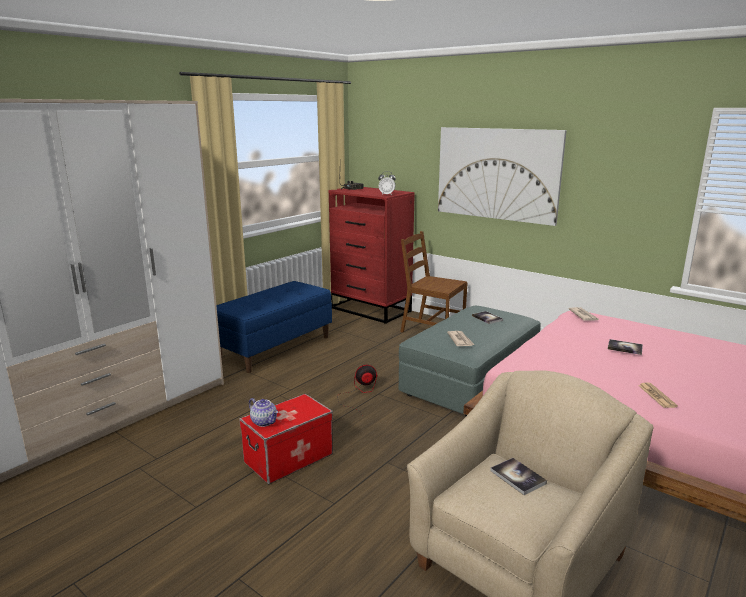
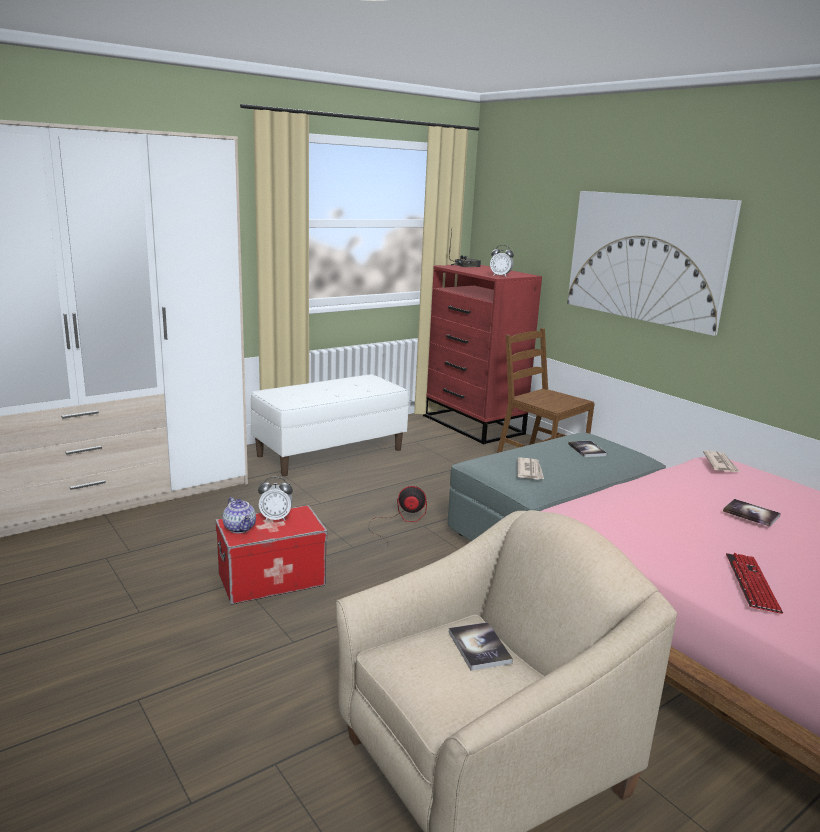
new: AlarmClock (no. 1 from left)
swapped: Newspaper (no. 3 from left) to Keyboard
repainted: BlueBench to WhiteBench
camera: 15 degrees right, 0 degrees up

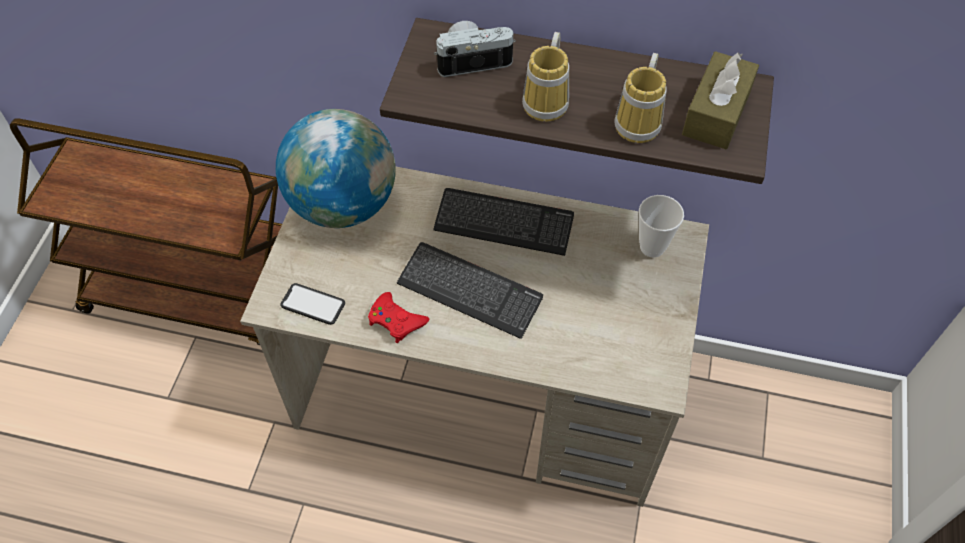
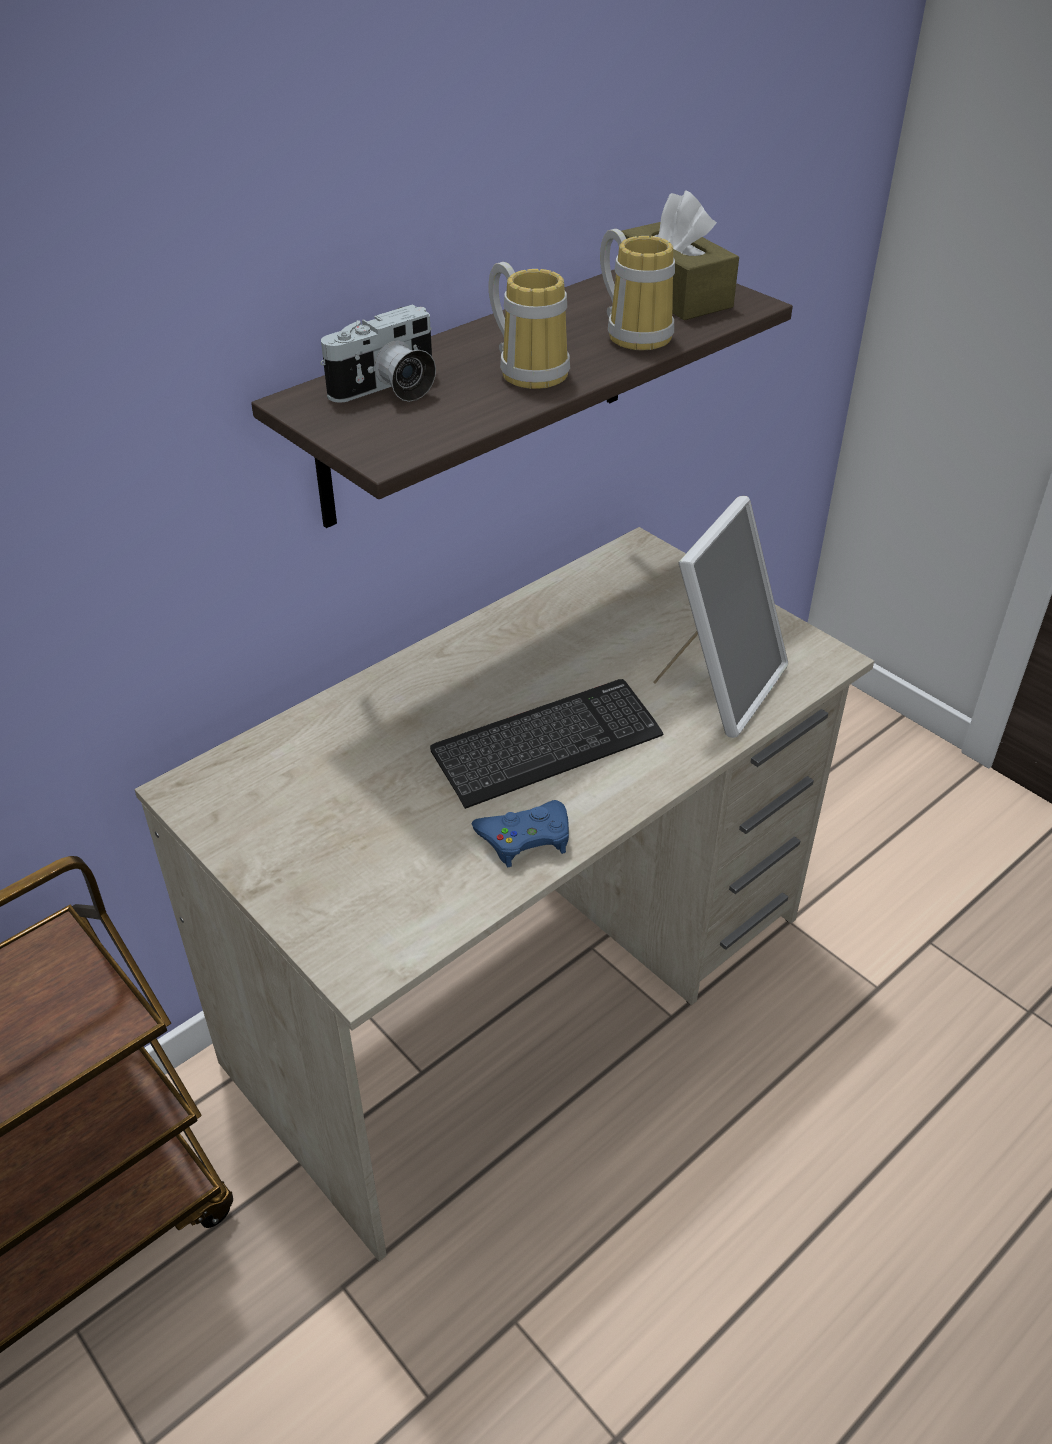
gone: Globe; Phone; Keyboard (no. 2 from left); Cup
new: PictureFrame
repainted: RedGameController to BlueGameController
rotated: PhotoCamera 150 degrees counterclockwise
camera: 55 degrees left, 15 degrees down

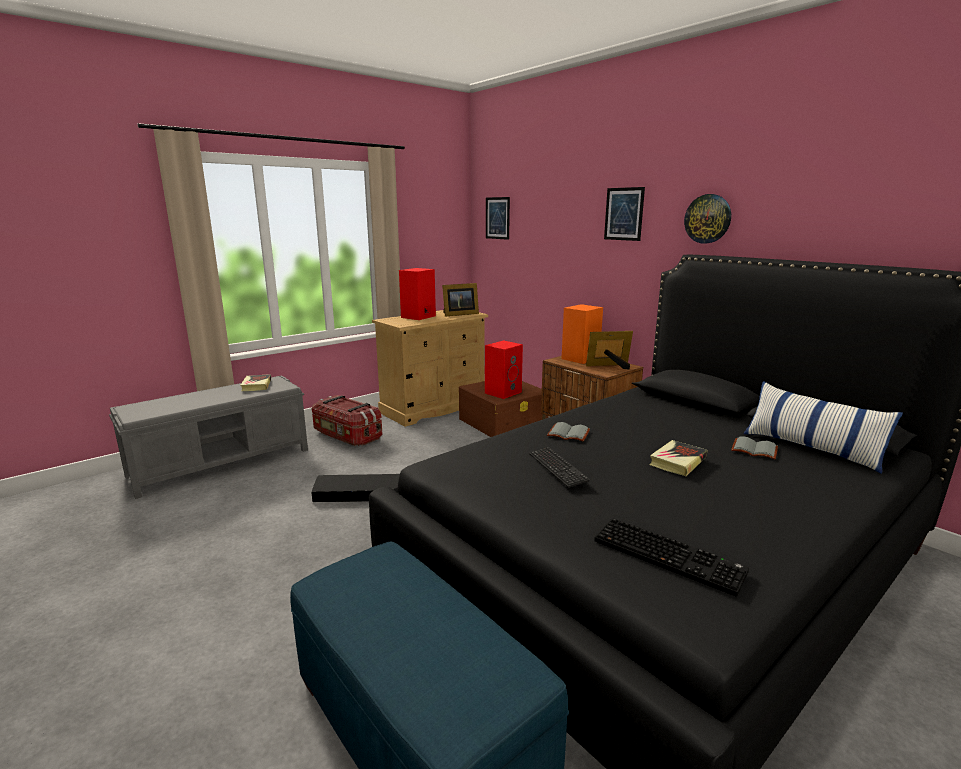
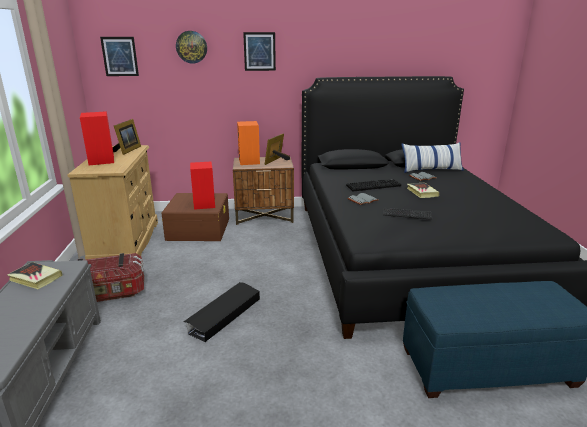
shifted: WallClock; Keyboard (no. 2 from left in the first image) to Keyboard (no. 1 from left)
camera: 55 degrees left, 5 degrees up

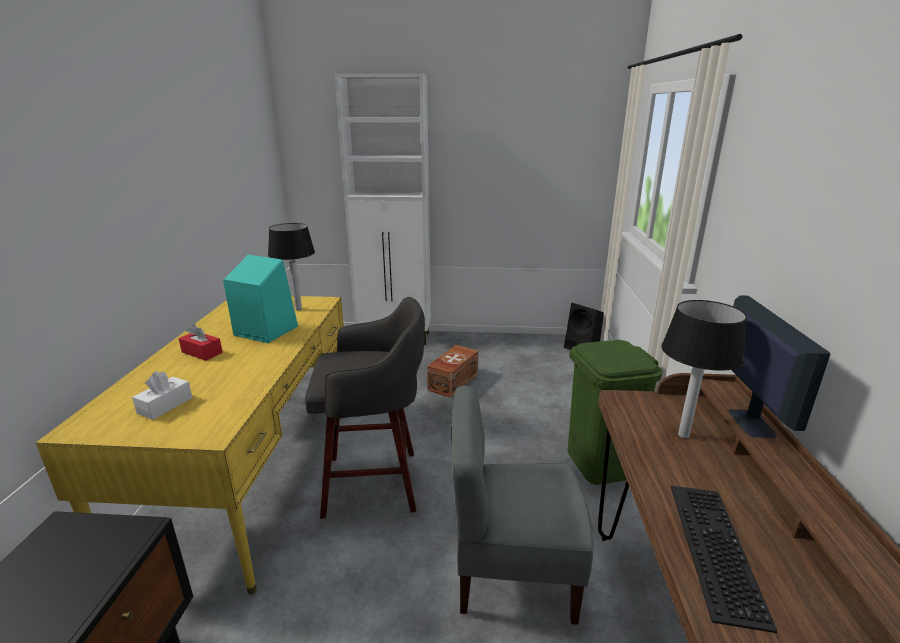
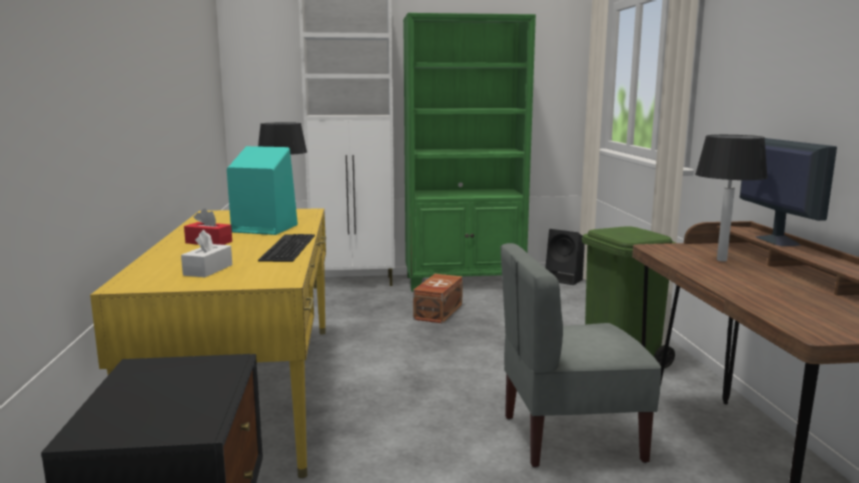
gone: GreyStool
new: GreenBookcase
shifted: Keyboard
camera: 10 degrees left, 10 degrees down

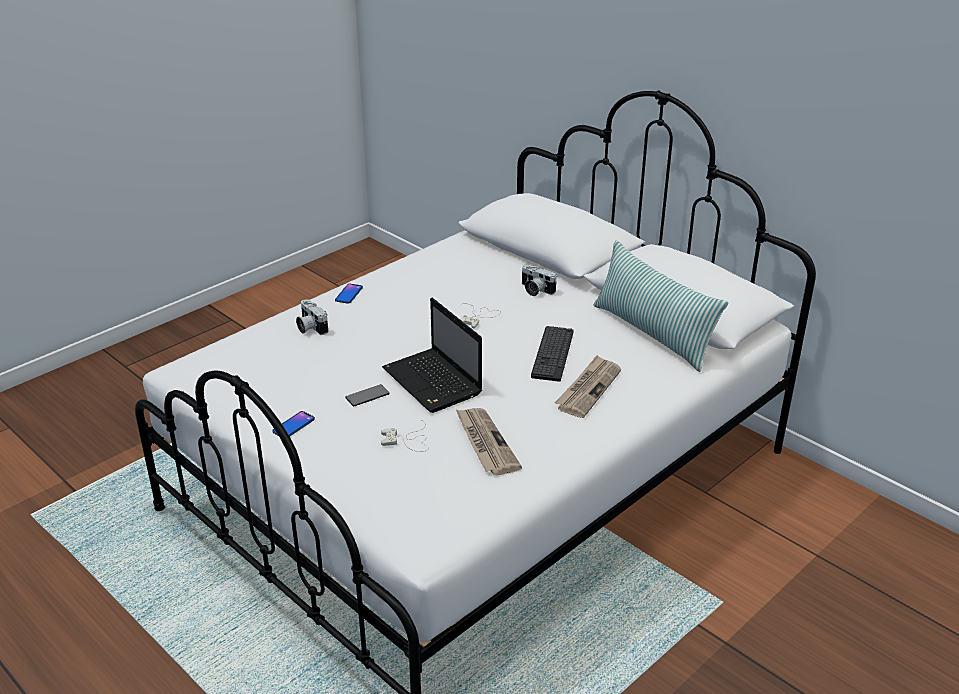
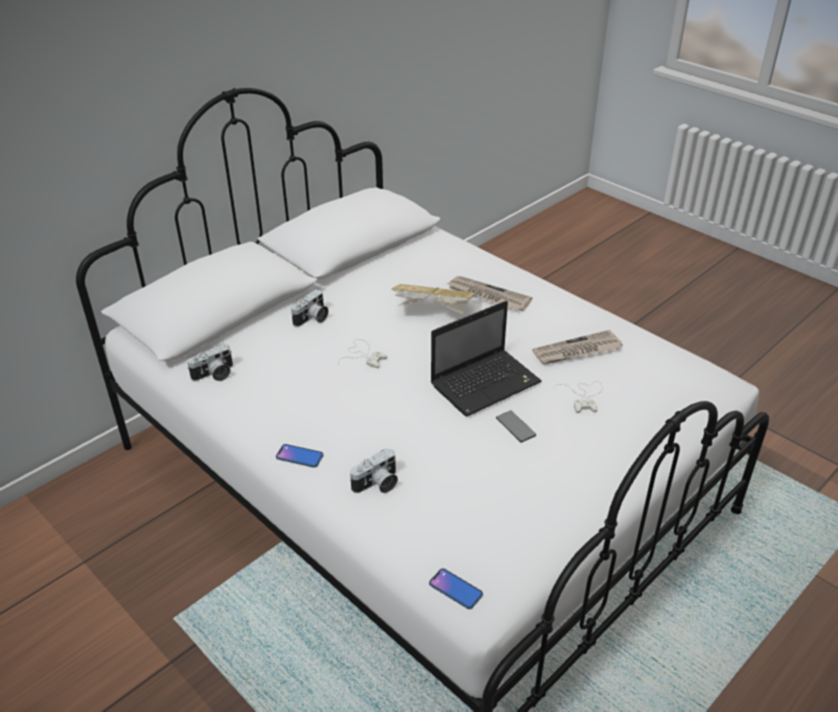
gone: Pillow
new: PhotoCamera (no. 1 from left)
shifted: Phone (no. 1 from left in the first image) to Phone (no. 2 from left)
swapped: Keyboard to Book
camera: 90 degrees left, 5 degrees up

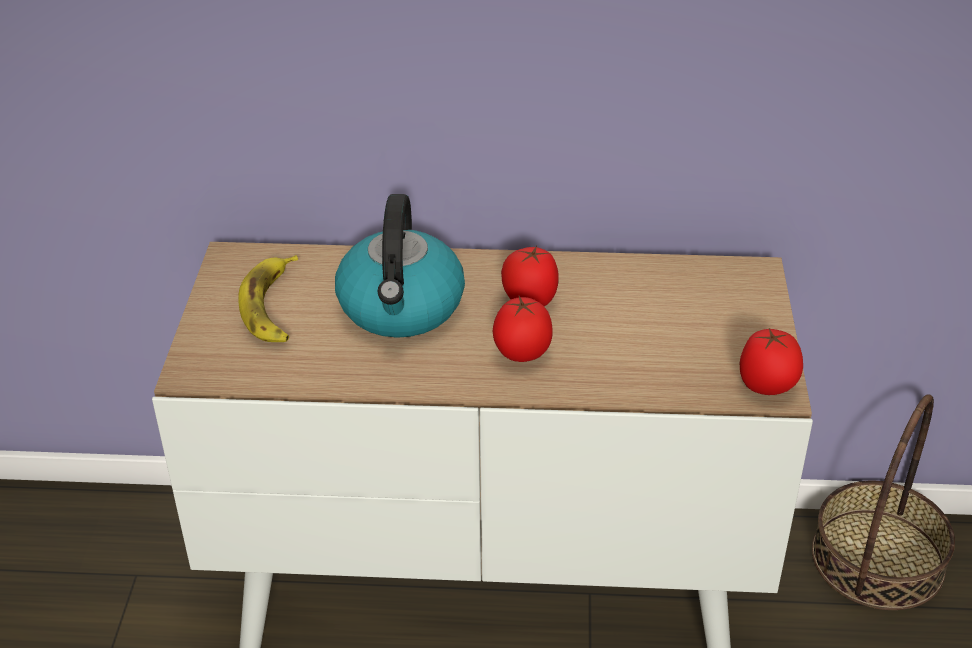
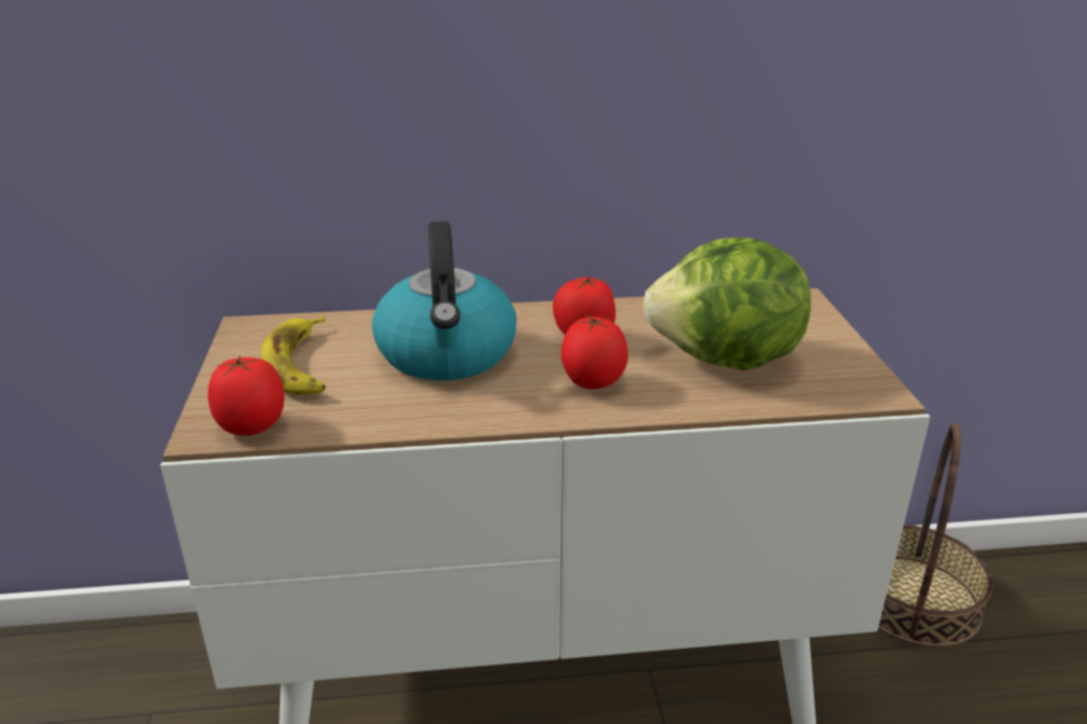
new: Lettuce
shifted: Tomato (no. 3 from left in the first image) to Tomato (no. 1 from left)
camera: 10 degrees left, 10 degrees down

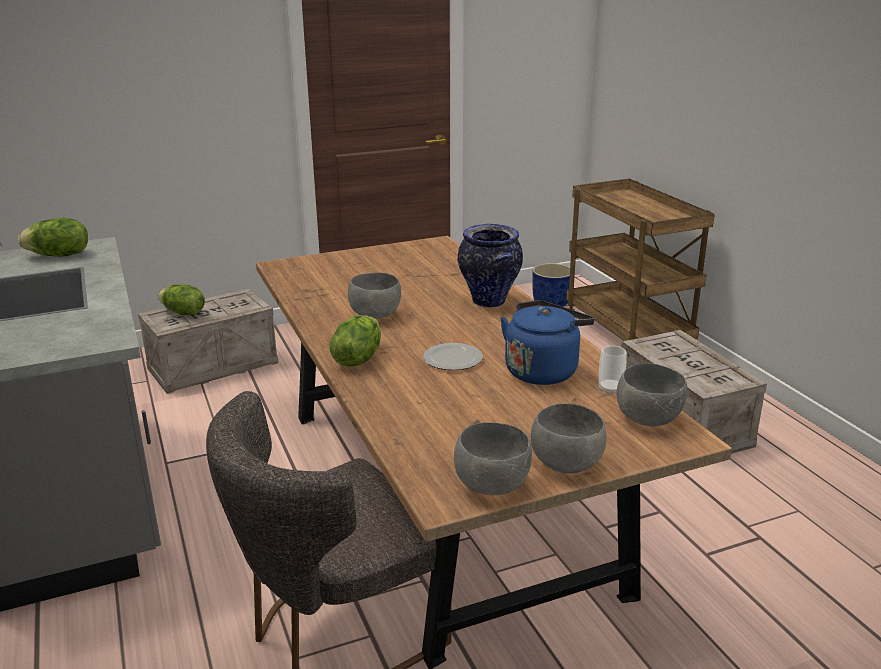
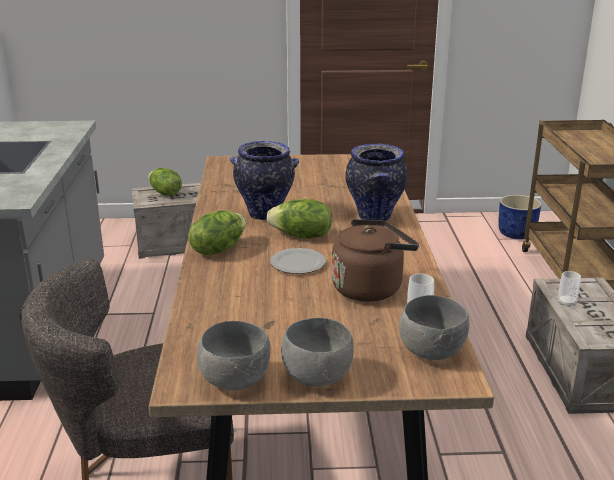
new: Cup (no. 2 from left)
shifted: Lettuce (no. 1 from left in the first image) to Lettuce (no. 3 from left)
swapped: GreyBowl (no. 1 from left) to Vase (no. 1 from left)
repainted: BlueKettle to BrownKettle
camera: 20 degrees right, 0 degrees up

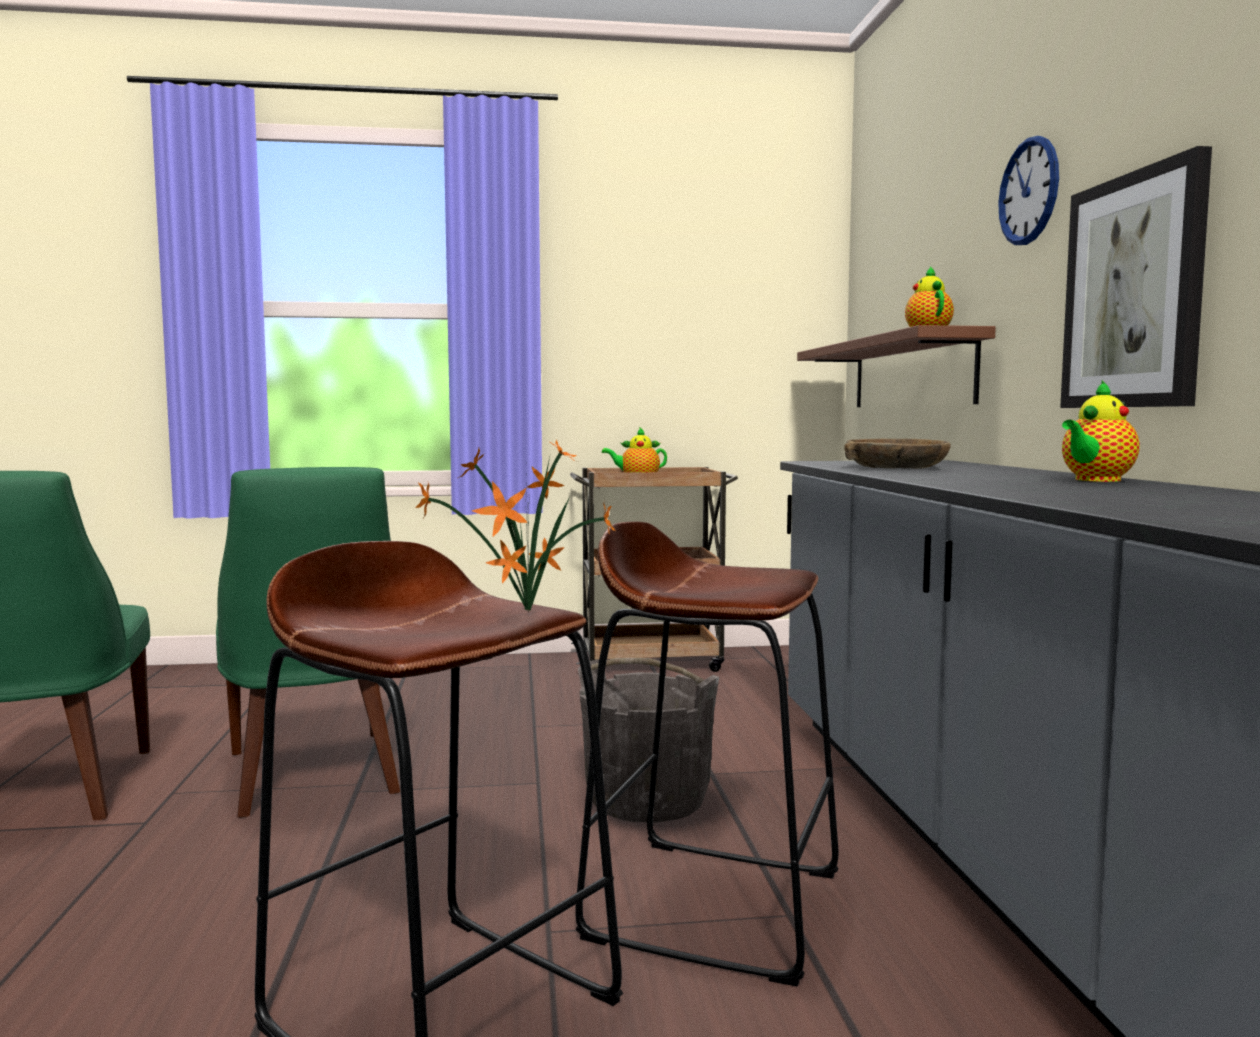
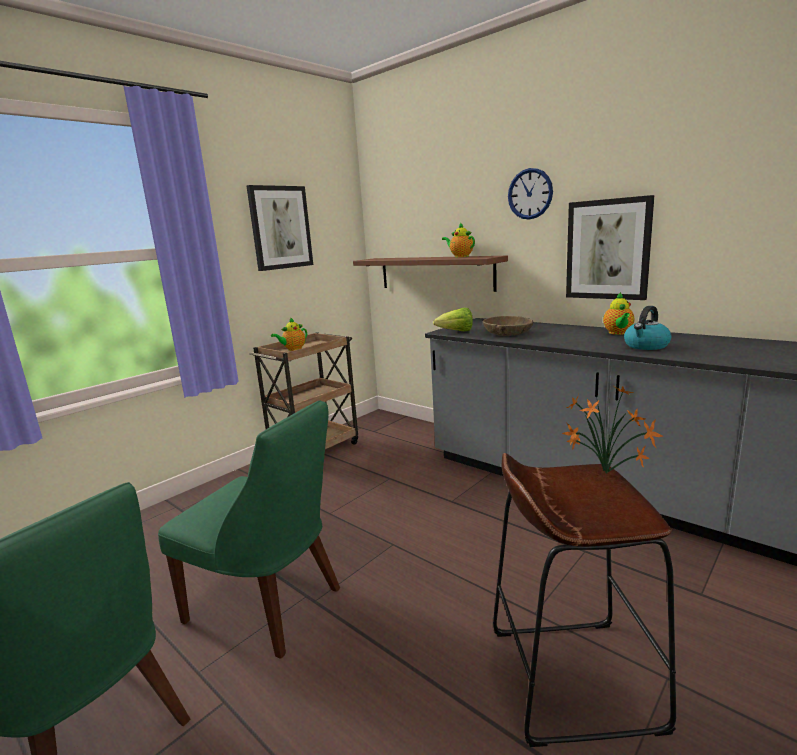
gone: BrownStool (no. 2 from left); GreyBucket
new: Picture (no. 1 from left); Lettuce; Kettle
camera: 40 degrees left, 10 degrees up

